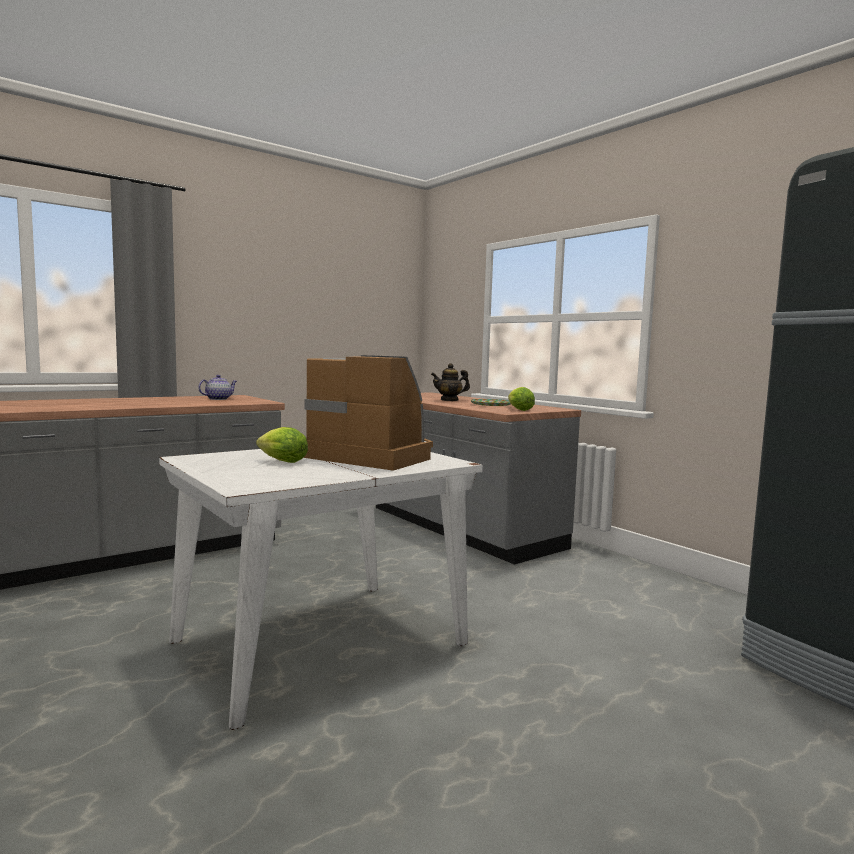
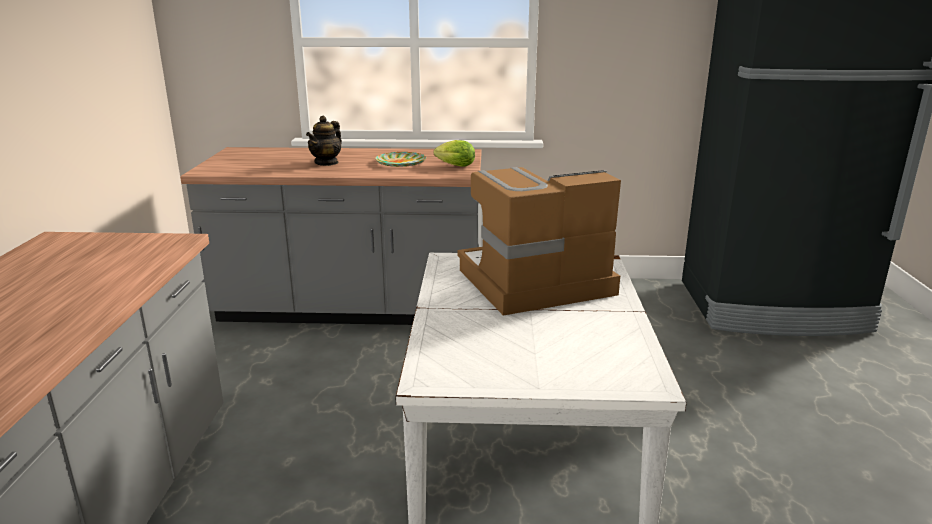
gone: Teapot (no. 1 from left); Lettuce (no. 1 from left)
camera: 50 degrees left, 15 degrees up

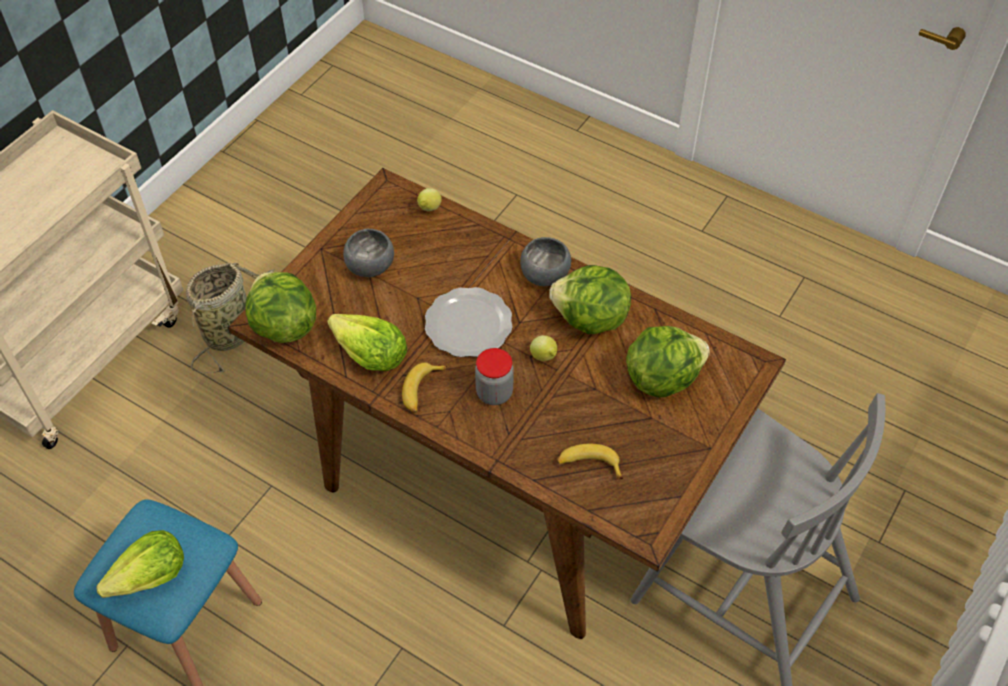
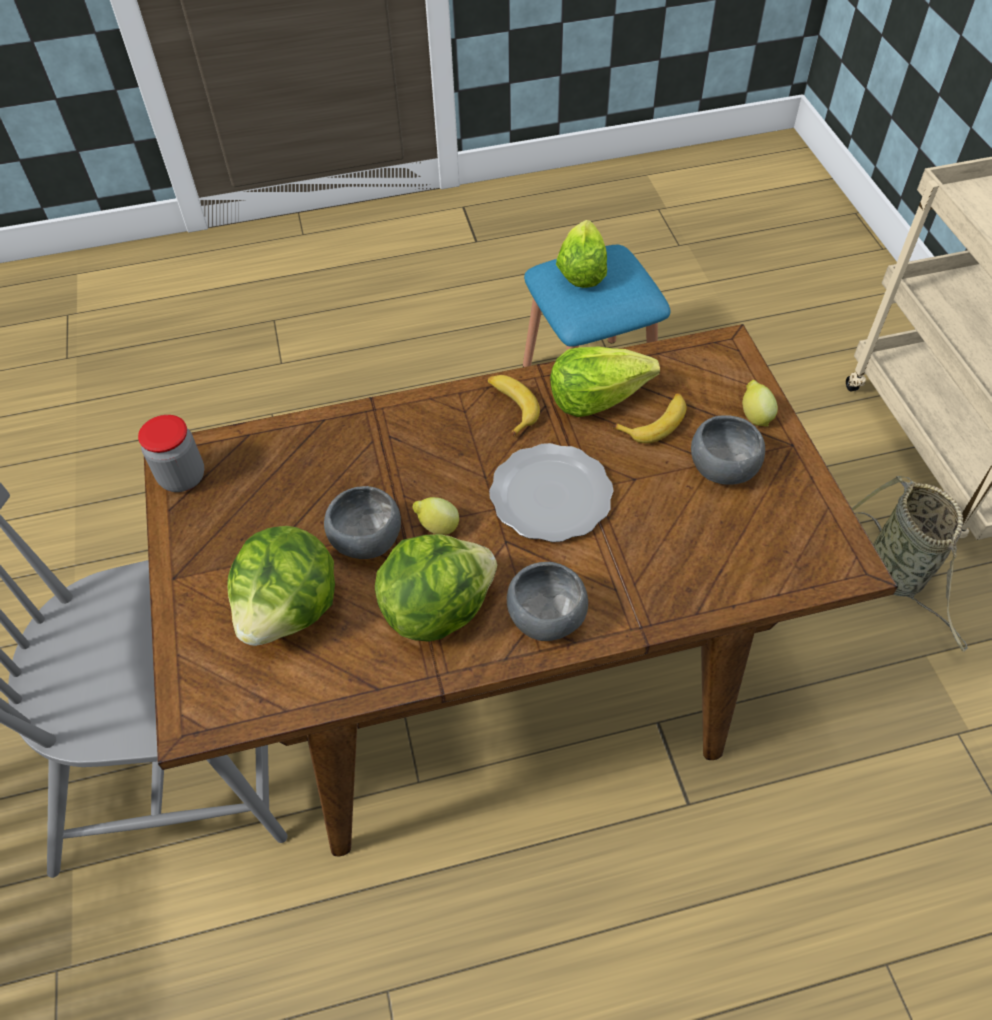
gone: Lettuce (no. 2 from left)
new: GreyBowl (no. 1 from left)
shifted: Jar; Banana (no. 2 from left); Lemon (no. 1 from left in the first image) to Lemon (no. 2 from left)
camera: 135 degrees right, 0 degrees up

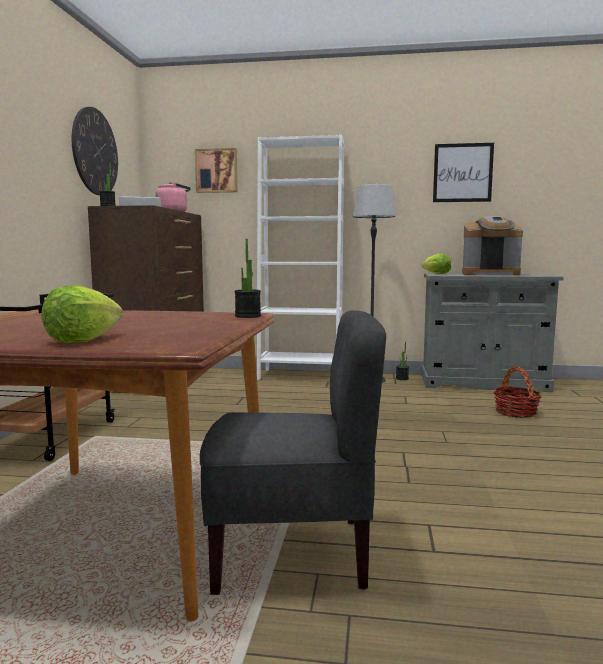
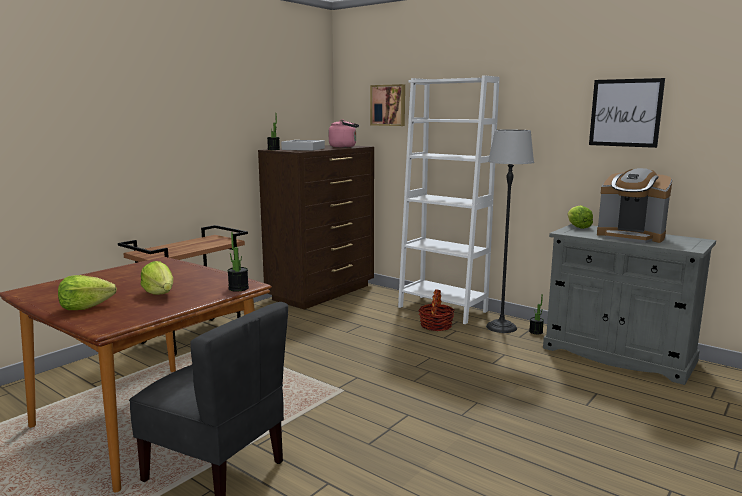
gone: WallClock
new: Lettuce (no. 2 from left)
shifted: Basket
camera: 30 degrees right, 5 degrees up

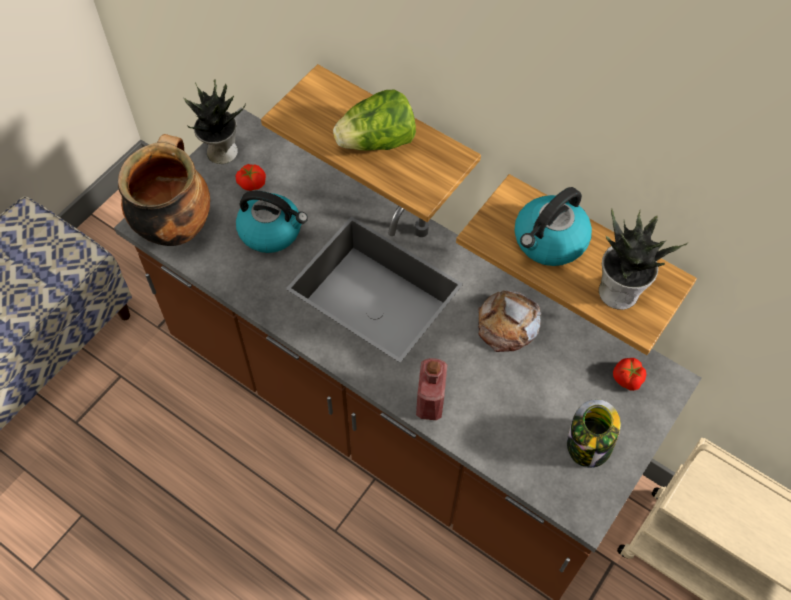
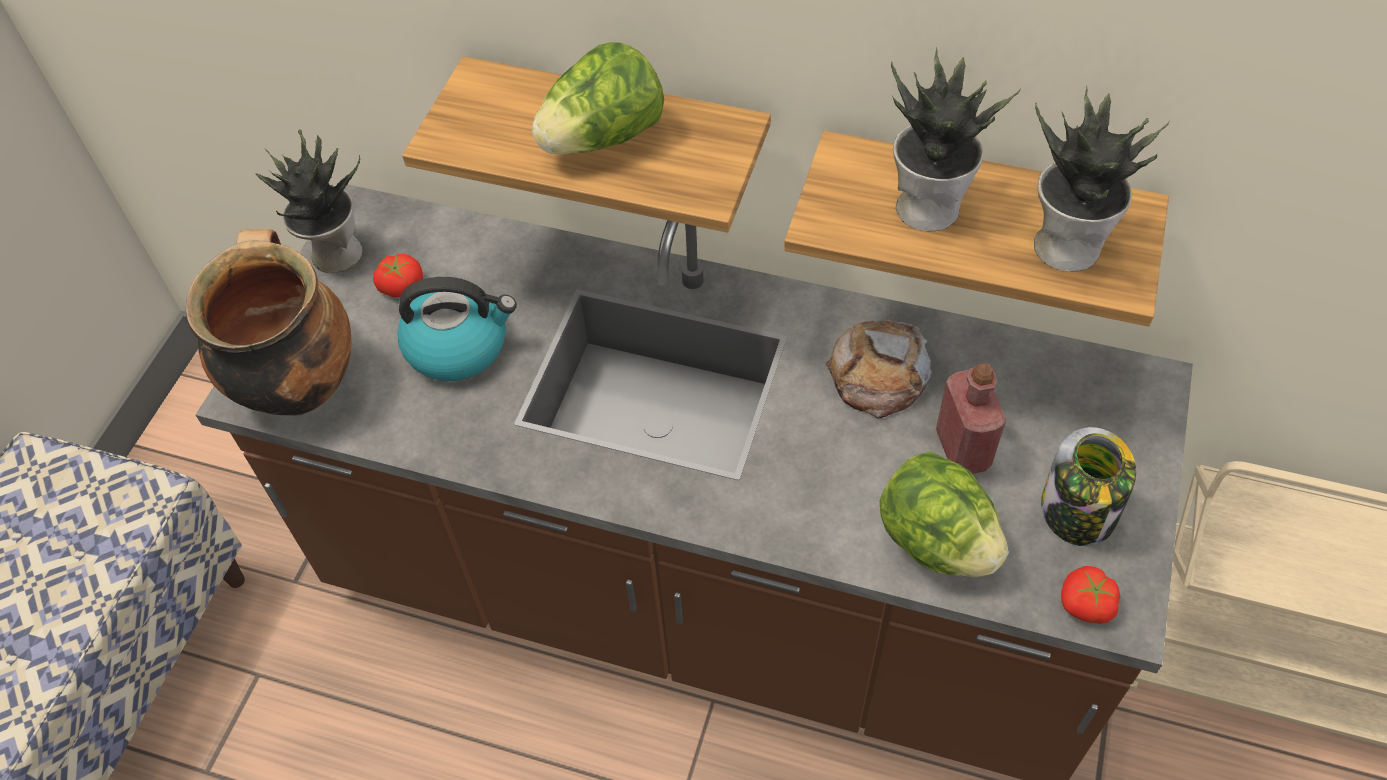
new: Lettuce (no. 2 from left)
shifted: RedBottle; Tomato (no. 2 from left)
swapped: Kettle (no. 2 from left) to PottedPlant (no. 2 from left)
camera: 15 degrees left, 5 degrees down

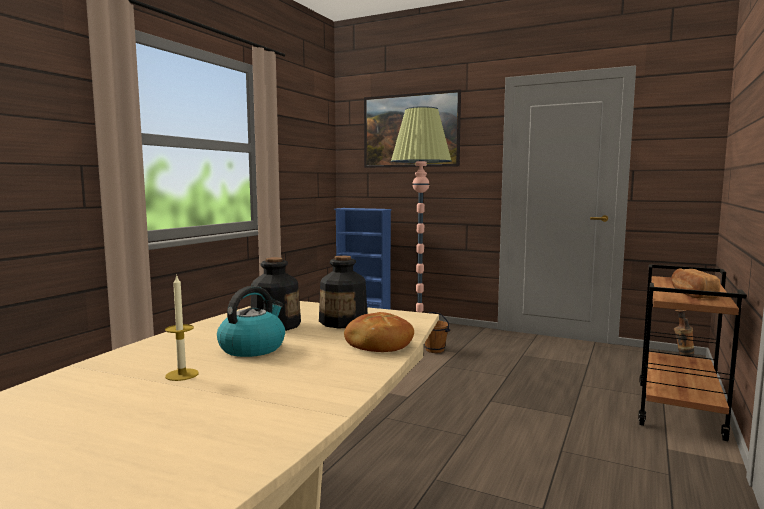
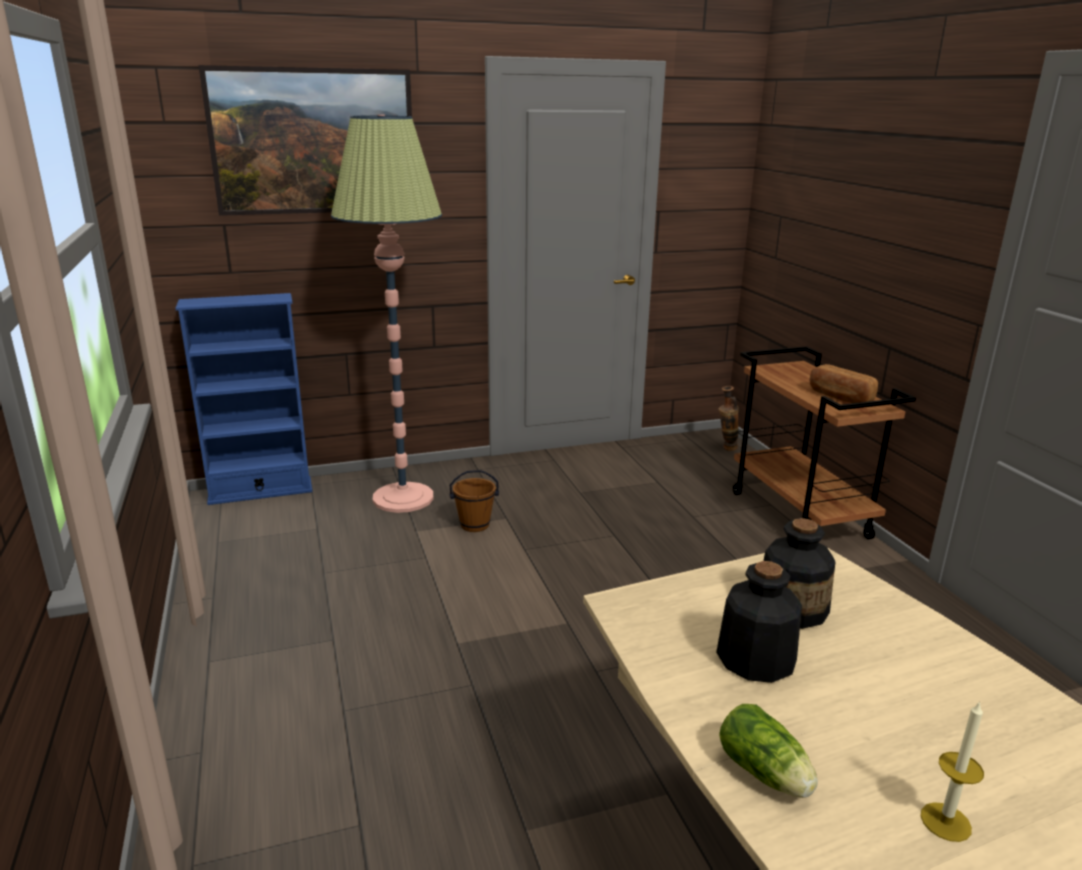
gone: Kettle; Bread (no. 1 from left)
new: Lettuce
camera: 45 degrees left, 15 degrees up

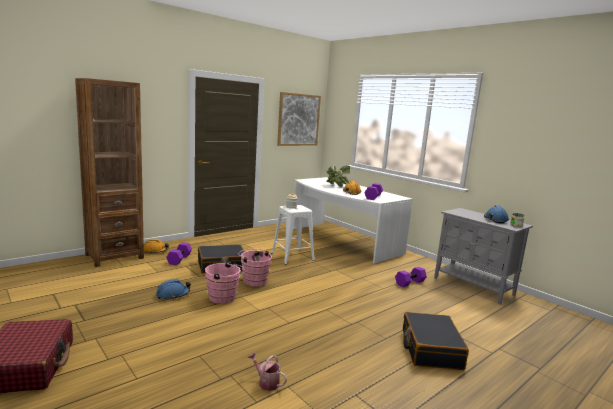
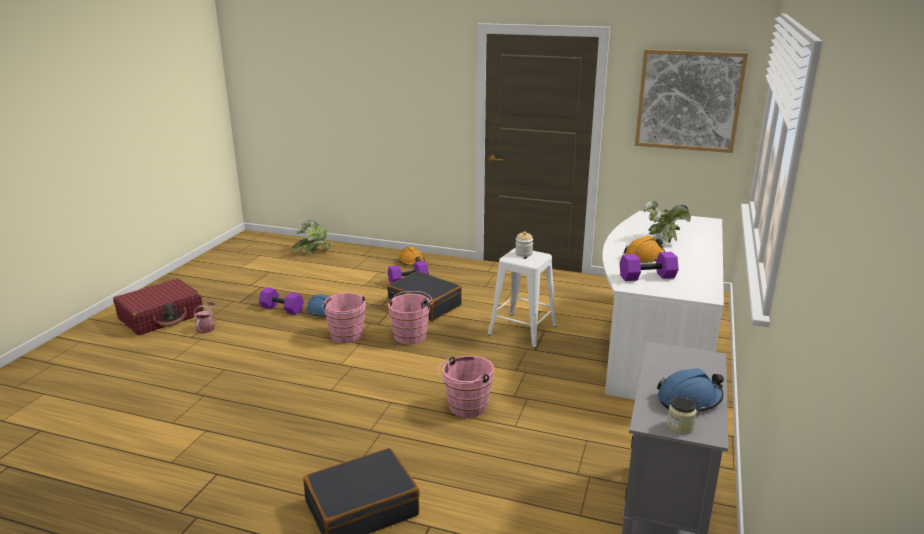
gone: BrownBookcase
new: PottedPlant (no. 1 from left); PinkBucket (no. 3 from left)
shifted: WateringCan; PurpleDumbbell (no. 3 from left in the first image) to PurpleDumbbell (no. 1 from left)
camera: 60 degrees right, 10 degrees up

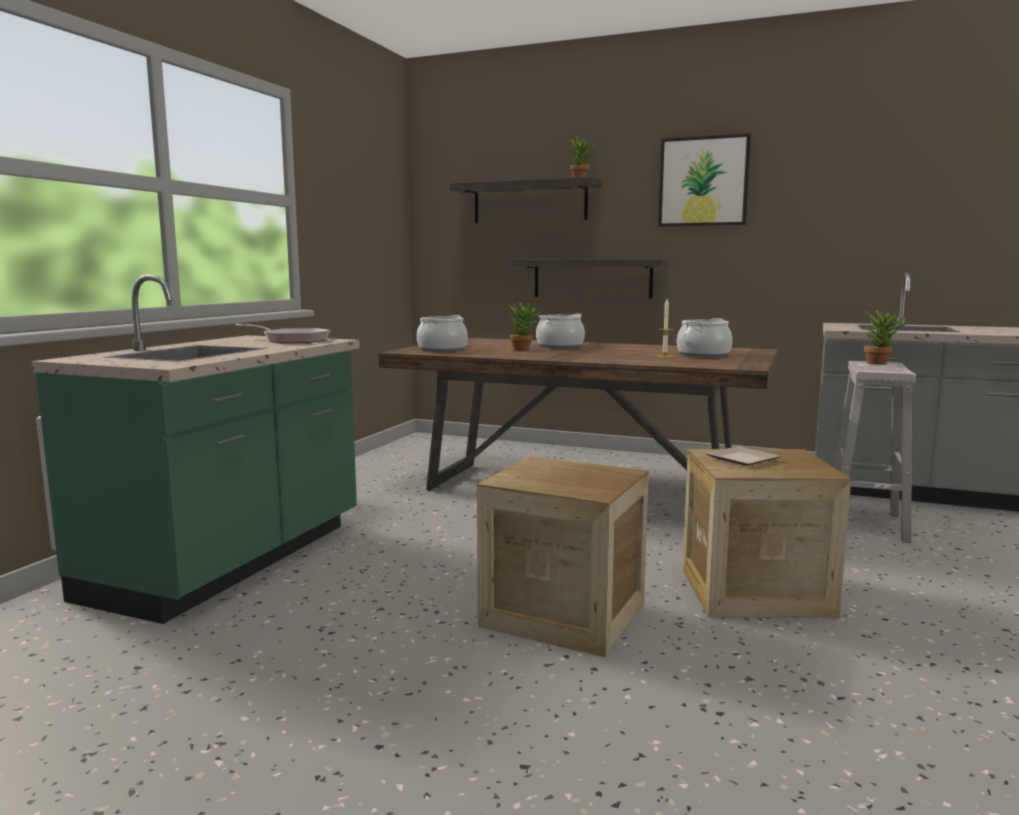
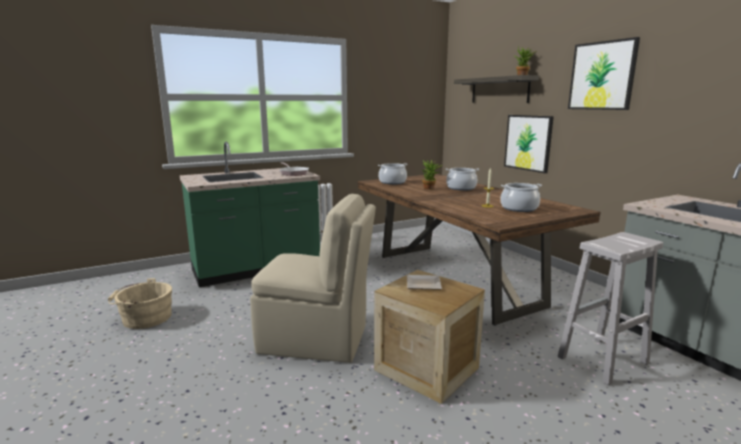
gone: PottedPlant (no. 3 from left)
new: BeigeBucket
swapped: Crate (no. 1 from left) to BeigeChair; Shelf (no. 2 from left) to Picture (no. 1 from left)
camera: 40 degrees right, 5 degrees up

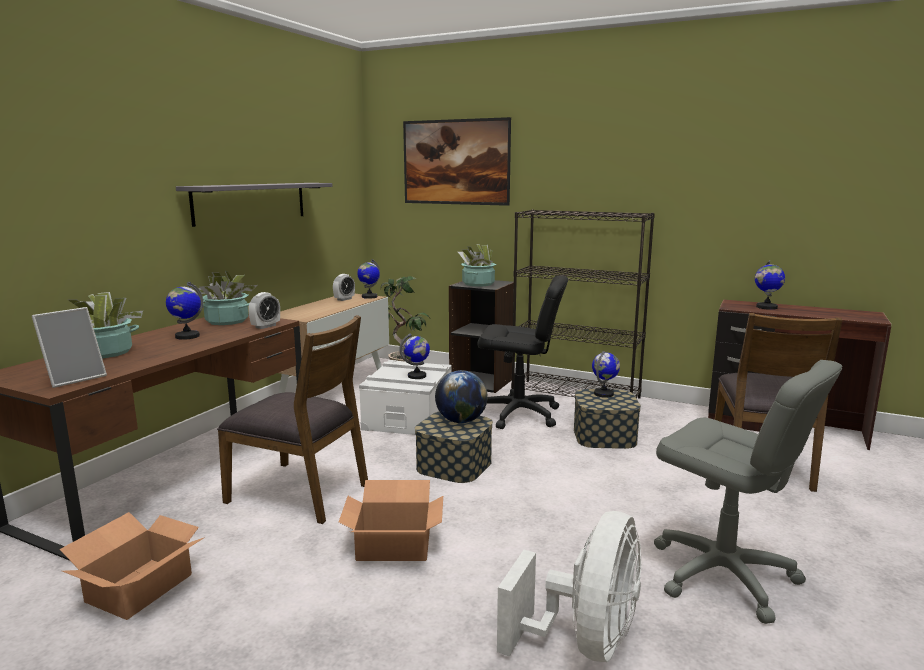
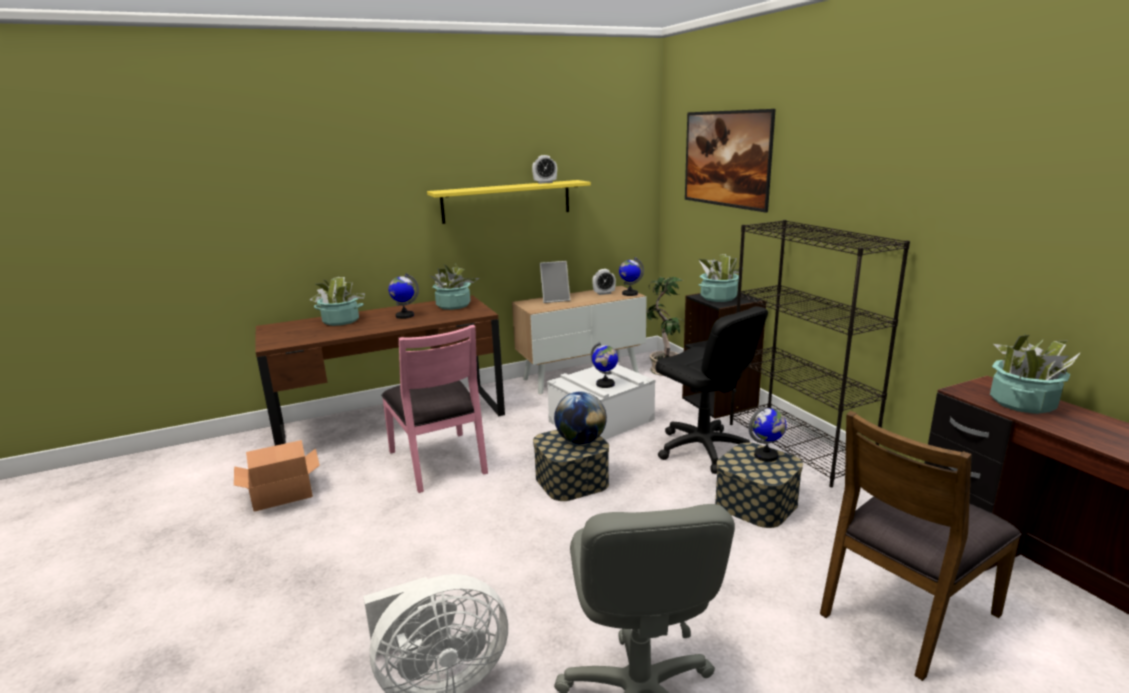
gone: CardboardBox (no. 2 from left)
shifted: AlarmClock (no. 1 from left); PictureFrame
swapped: Globe (no. 6 from left) to PottedPlant (no. 5 from left)
repainted: BrownChair (no. 1 from left) to PinkChair; GreyShelf to YellowShelf
camera: 40 degrees right, 5 degrees up

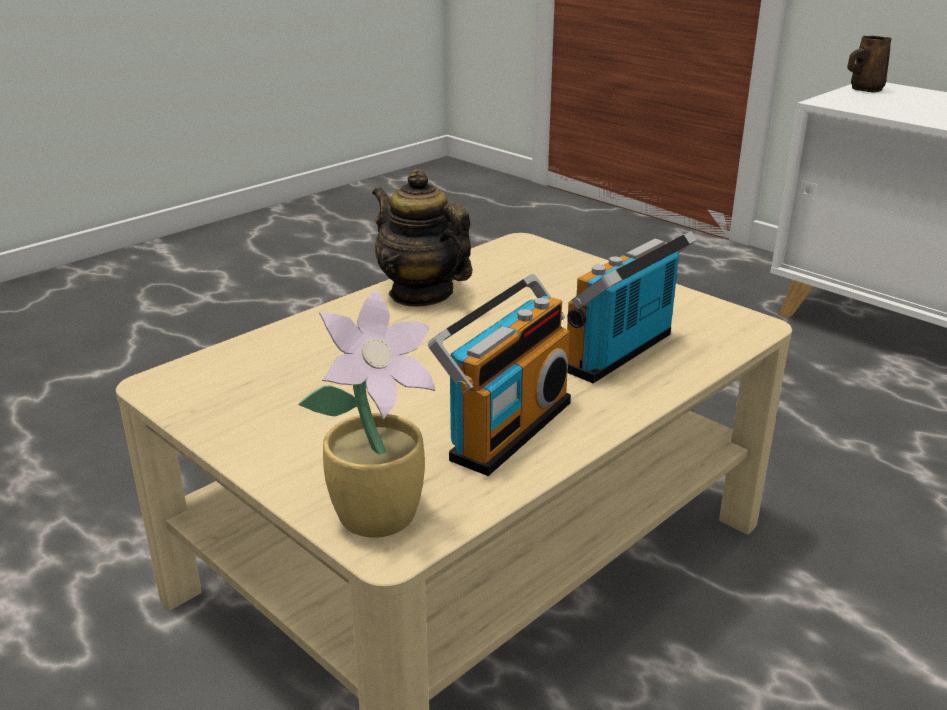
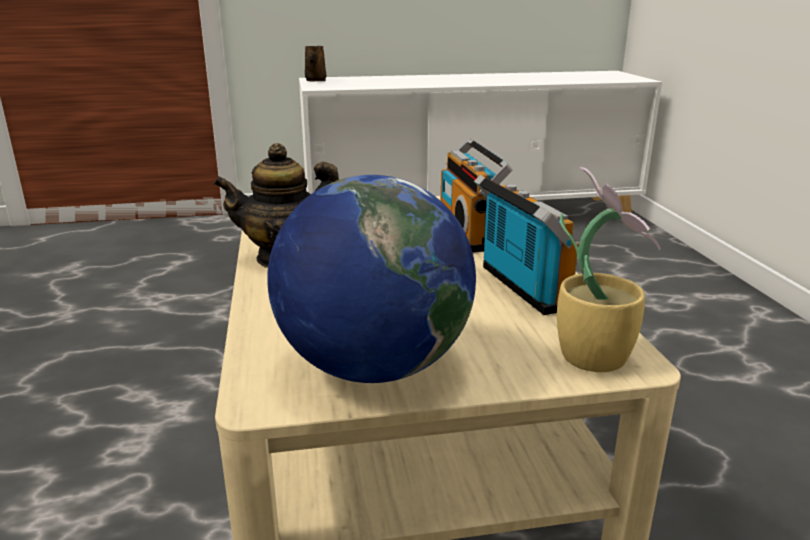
new: Globe
camera: 55 degrees left, 5 degrees down

